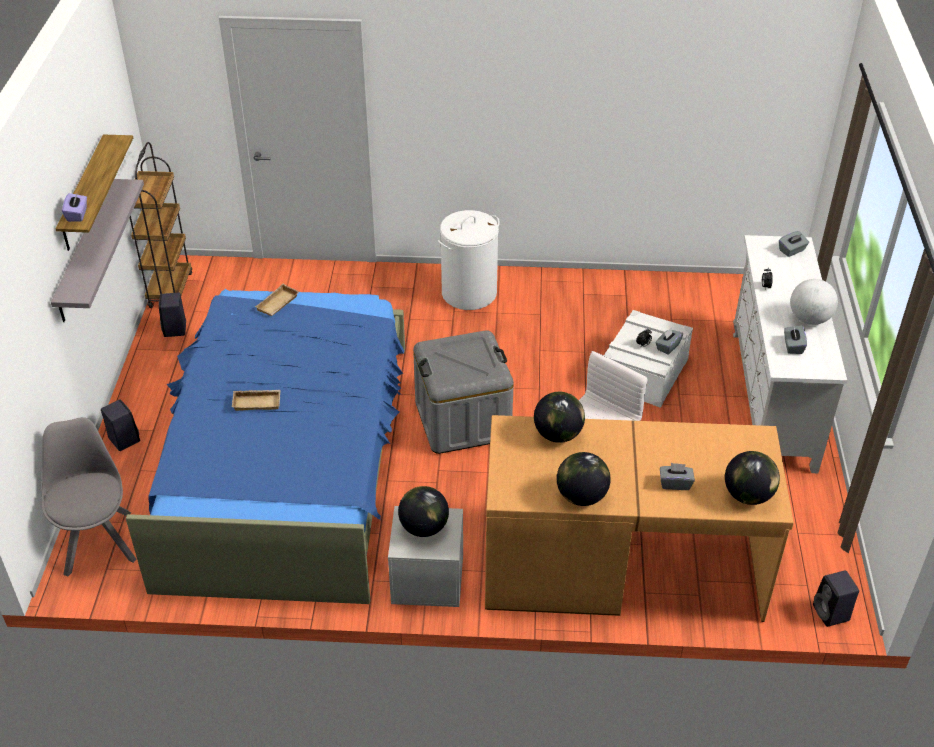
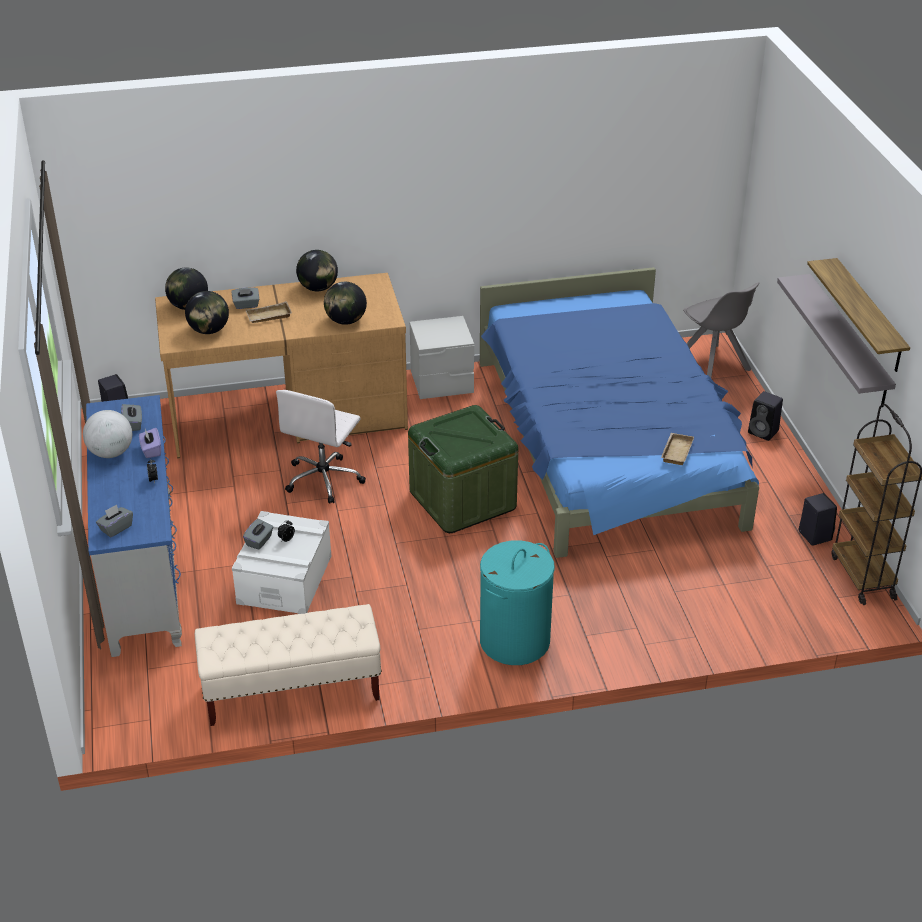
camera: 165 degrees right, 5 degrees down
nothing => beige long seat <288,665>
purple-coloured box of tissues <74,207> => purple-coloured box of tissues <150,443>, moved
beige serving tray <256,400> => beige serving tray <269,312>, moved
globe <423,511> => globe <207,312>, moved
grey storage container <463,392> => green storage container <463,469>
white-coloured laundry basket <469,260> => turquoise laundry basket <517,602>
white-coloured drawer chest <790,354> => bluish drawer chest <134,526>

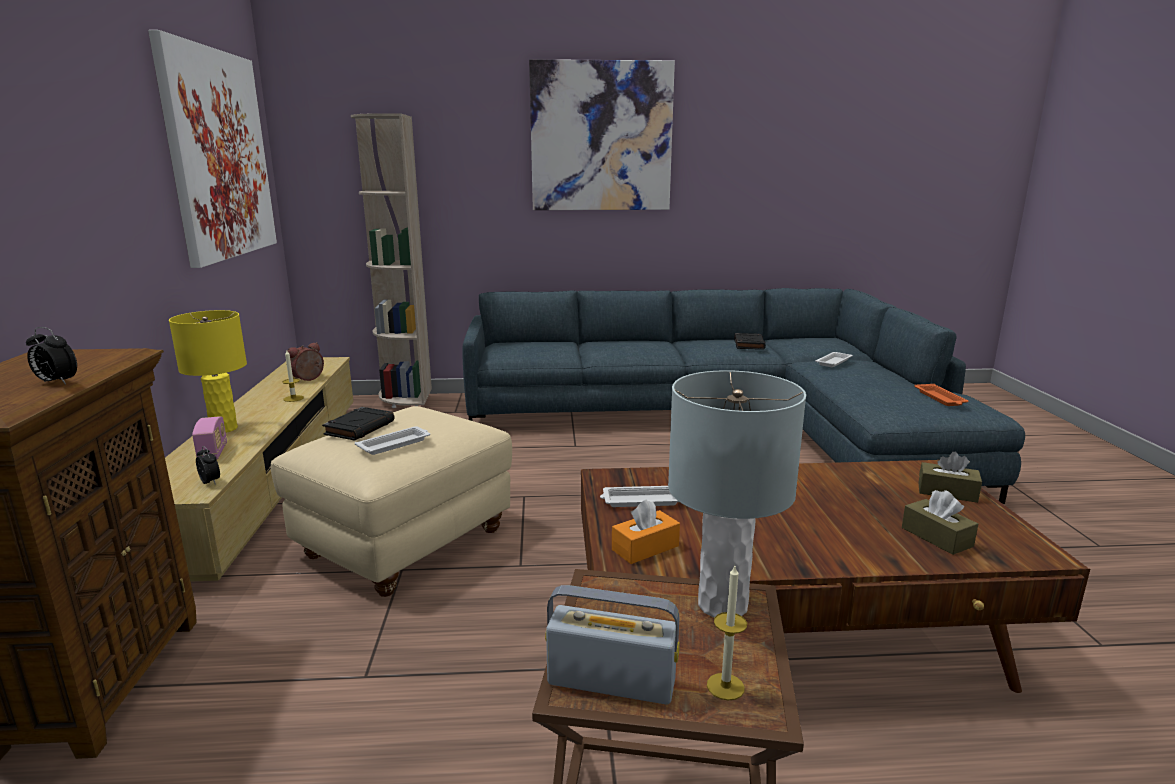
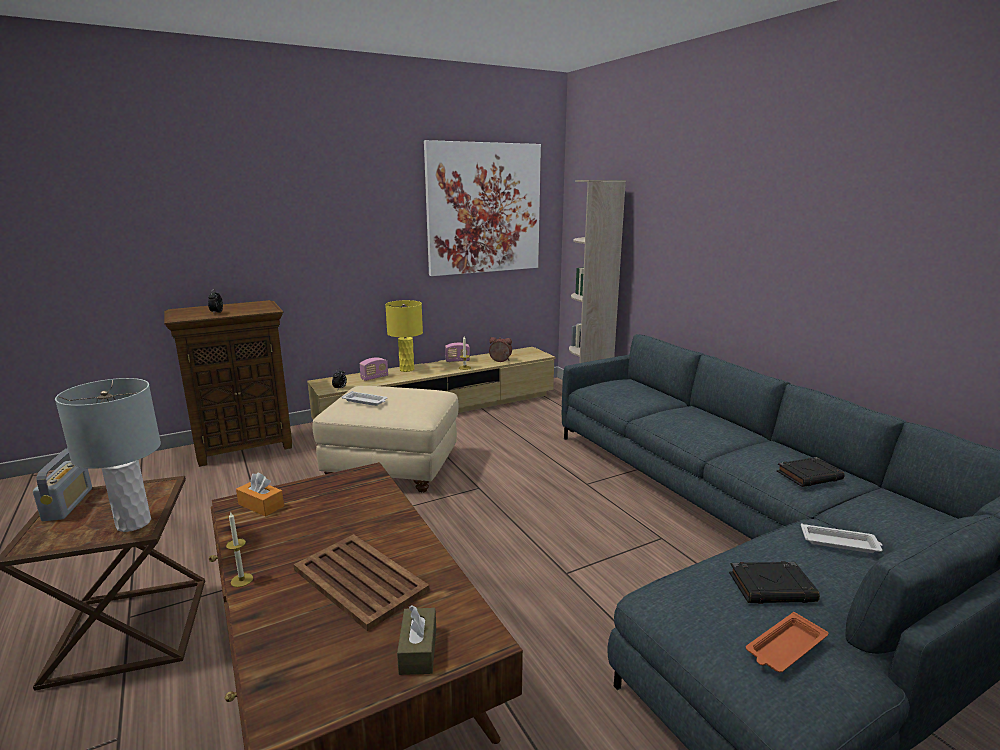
camera: 65 degrees right, 0 degrees up
wall picture <602,134> => nothing
white-coloured serving tray <639,496> => nothing
brown box of tissues <940,522> => nothing
nothing => brown serving tray <361,582>
nothing => radio <457,352>
black-coloured bound book <358,424> => black-coloured bound book <774,582>, moved
wax candle <727,633> => wax candle <239,549>, moved

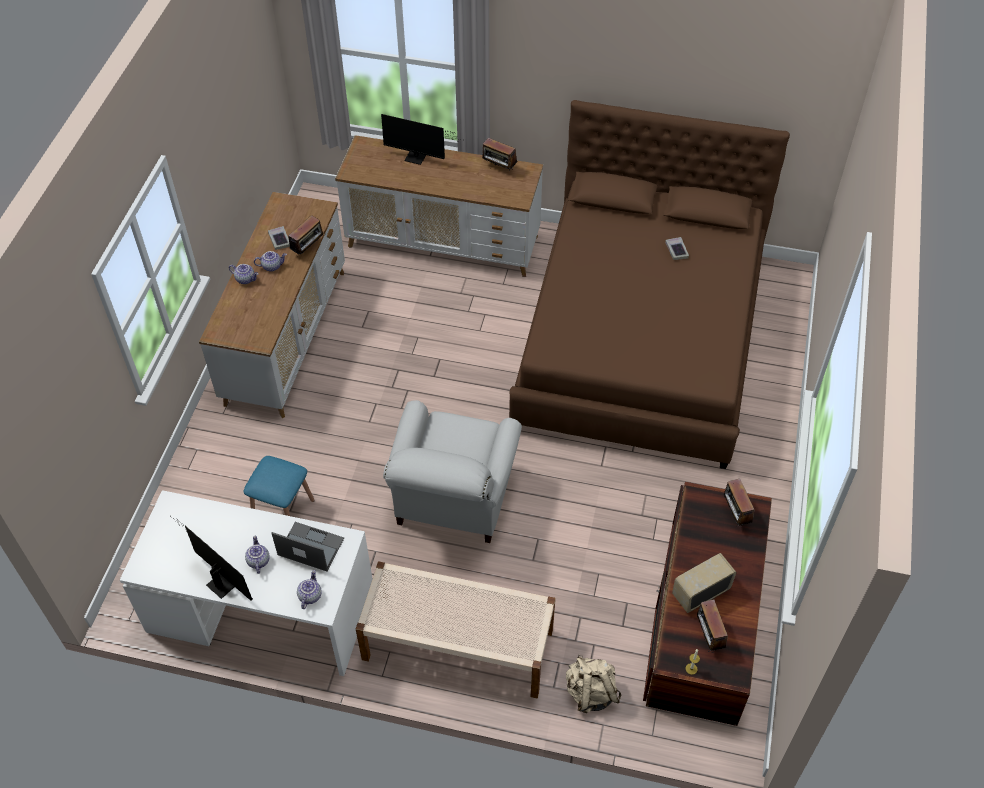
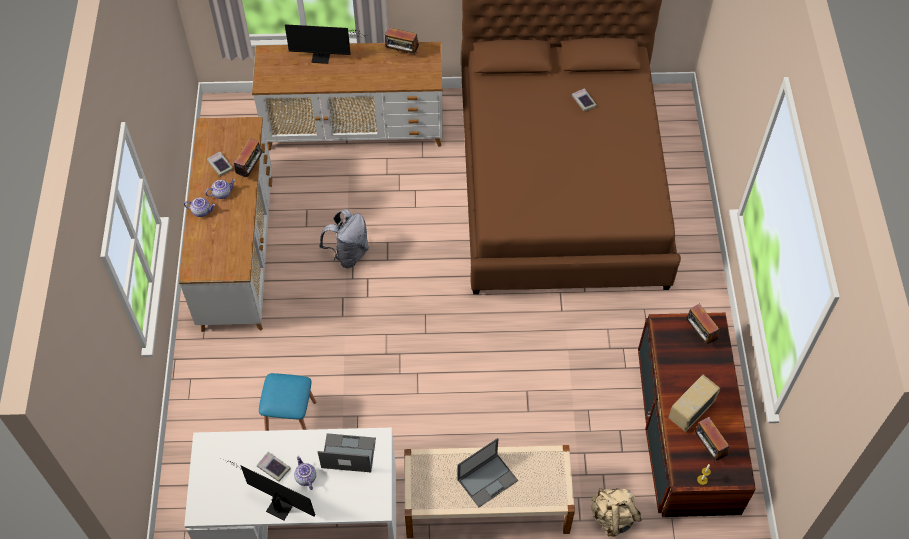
camera: 15 degrees left, 5 degrees up
tea pot <309,589> => nothing
white-coloured armchair <452,471> => nothing
nothing => bound book <273,467>
nothing => grey rucksack <344,238>
nothing => notebook computer <487,472>

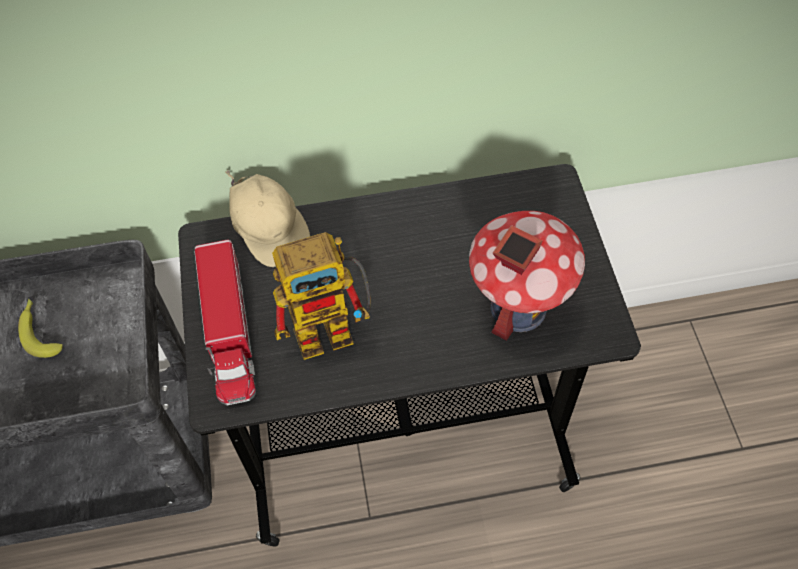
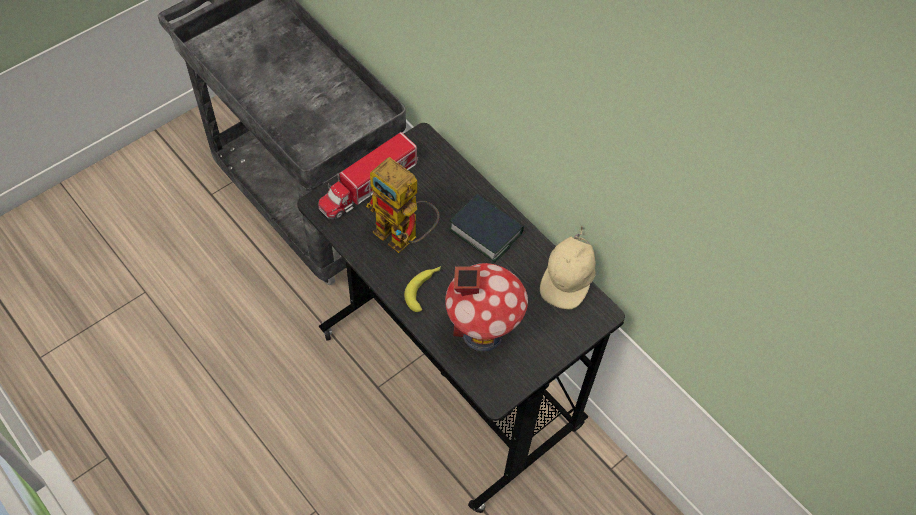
camera: 55 degrees right, 0 degrees up
nothing => bound book <486,228>
banana <40,328> => banana <422,289>, moved
beige peaked cap <267,218> => beige peaked cap <568,267>, moved

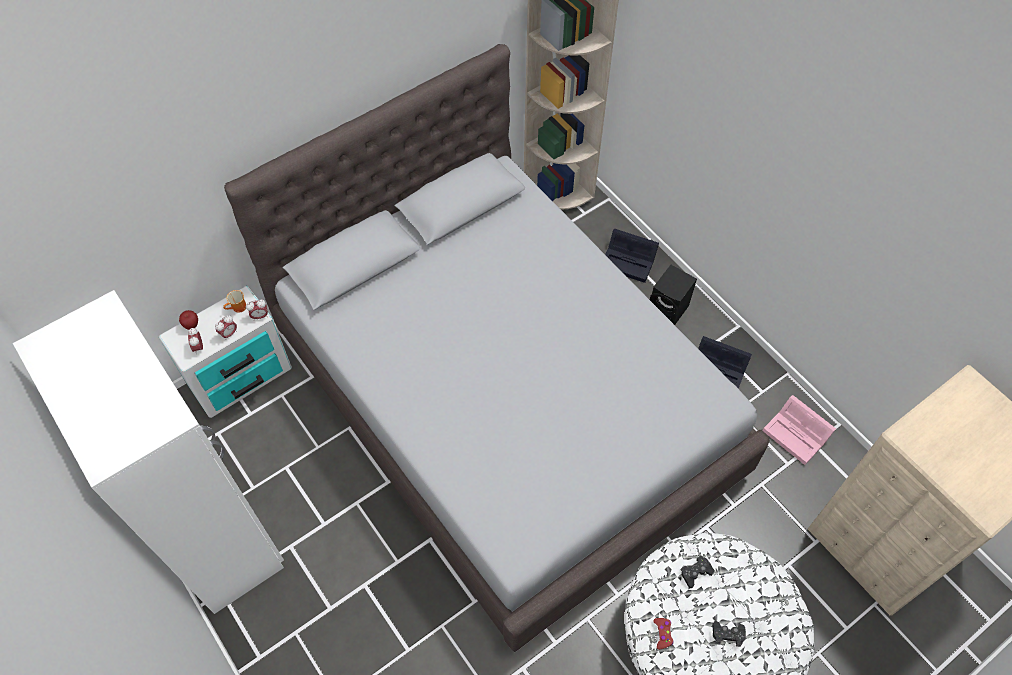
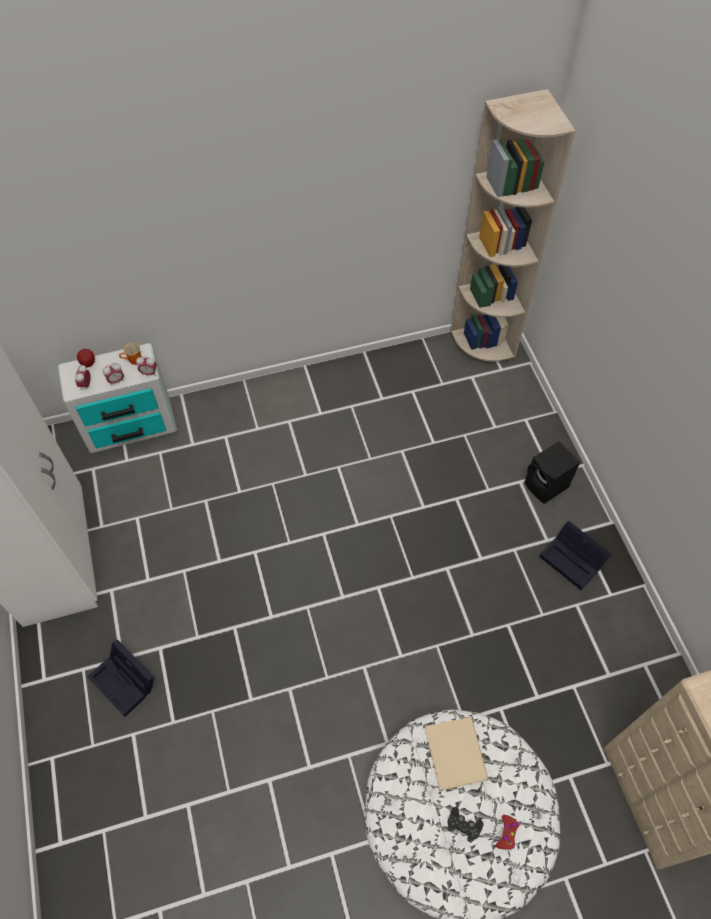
camera: 20 degrees right, 0 degrees up
grey bedroom bed <497,348> => nothing
pink storage container <799,430> => nothing
black-coloured storage container <632,256> => black-coloured storage container <120,678>, moved
red-coloured gamepad <663,634> => red-coloured gamepad <507,832>, moved
black-coloured gamepad <697,572> => beige bound book <456,754>

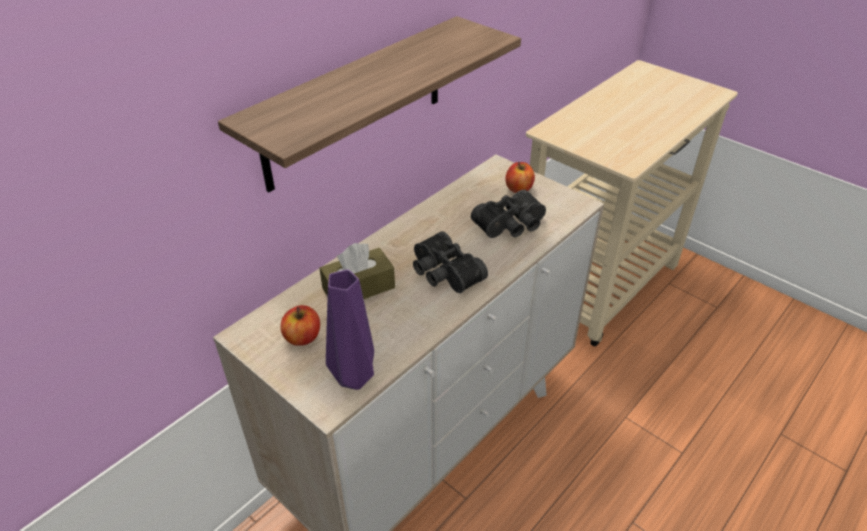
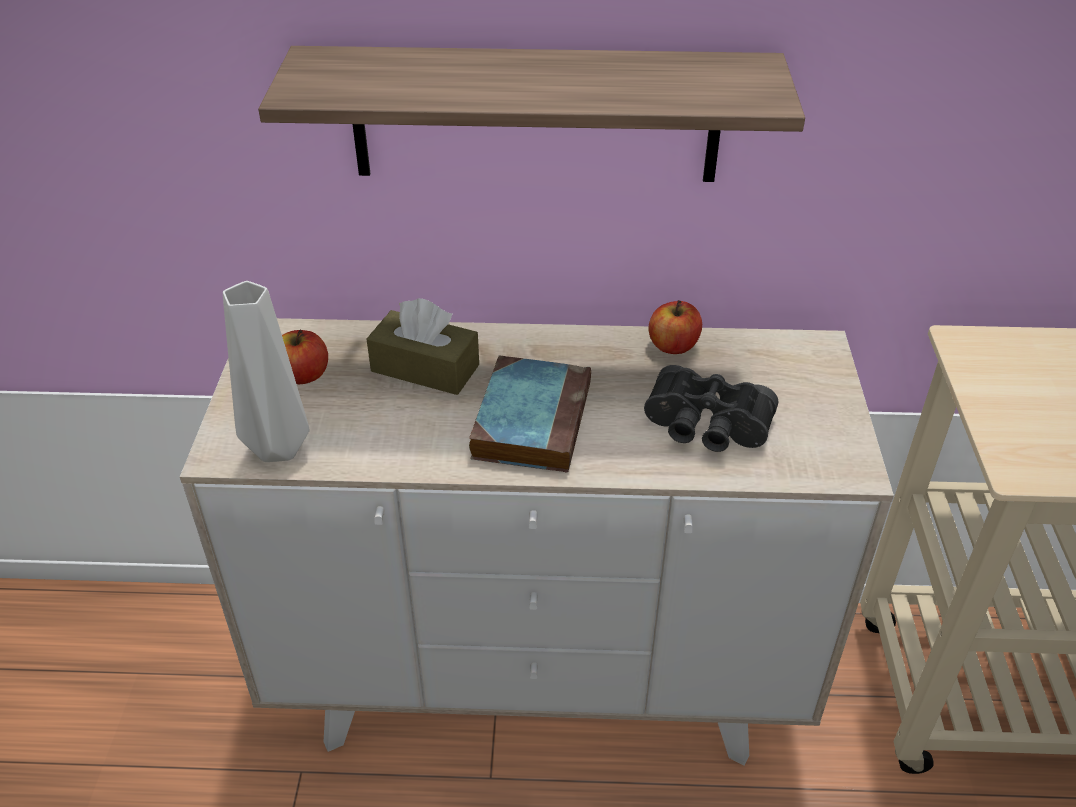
camera: 50 degrees right, 0 degrees up
apple <520,177> => apple <675,327>, moved
black-coloured field glasses <450,262> => bound book <530,414>
purple-coloured flower vase <350,329> => grey flower vase <266,371>

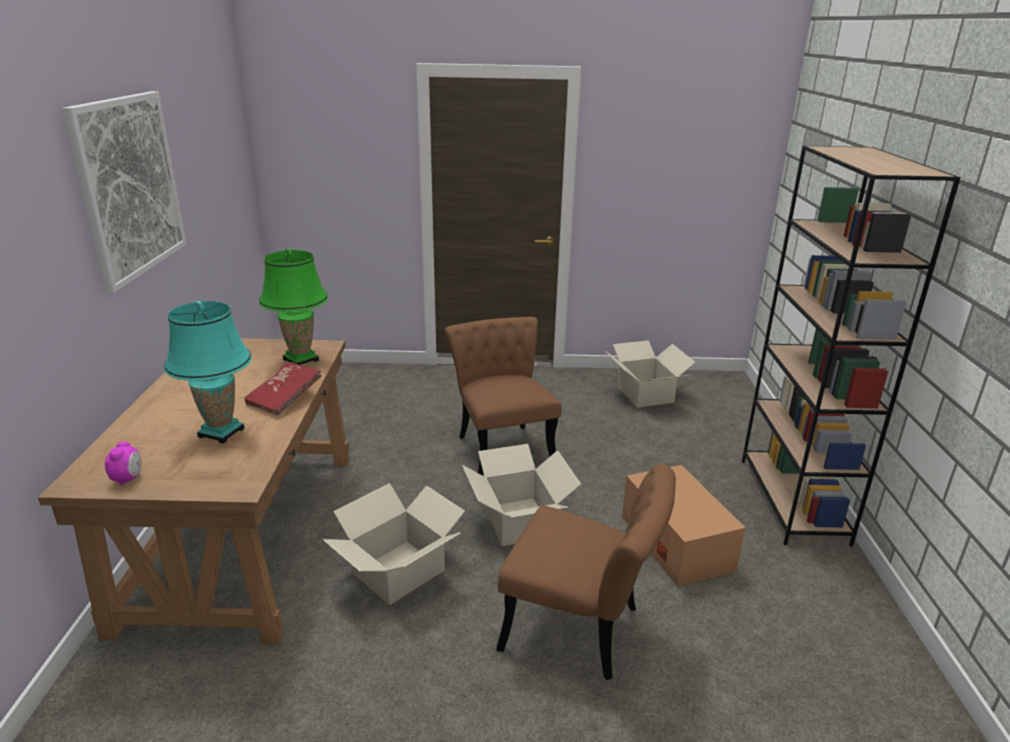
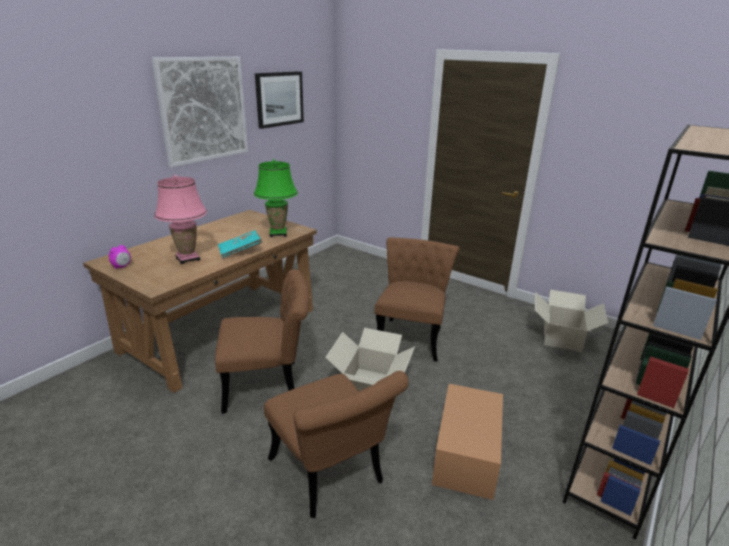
camera: 35 degrees right, 0 degrees up
nothing => wall picture <279,100>
carton <394,544> => brown plain chair <262,341>
turquoise tabletop lamp <208,372> => pink tabletop lamp <180,219>
red-coloured bound book <282,388> => turquoise bound book <240,244>

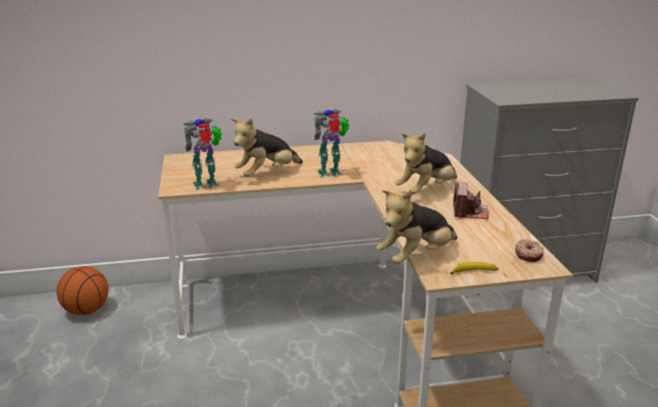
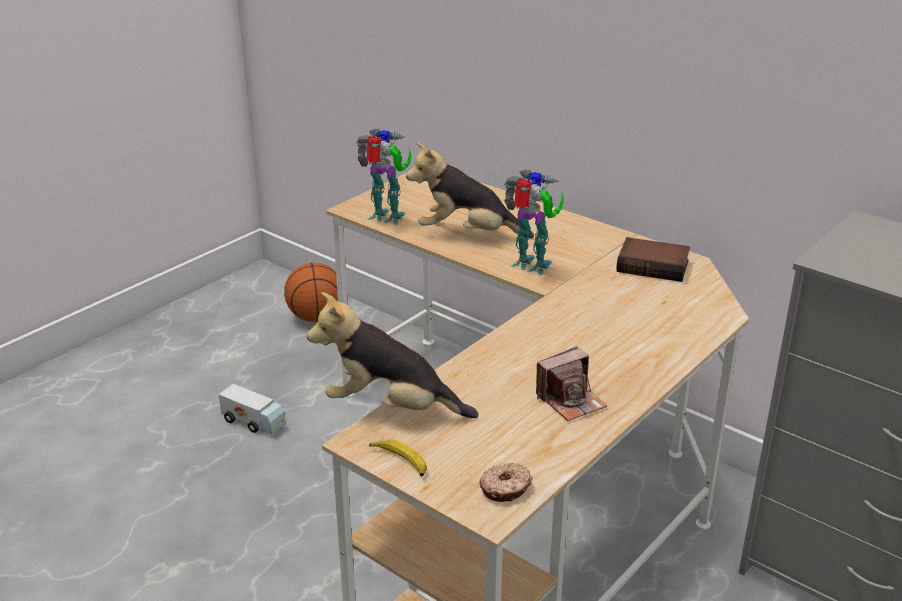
camera: 50 degrees right, 5 degrees up
cuddly toy <426,163> => nothing
nothing => model truck <252,409>
nothing => bound book <653,259>

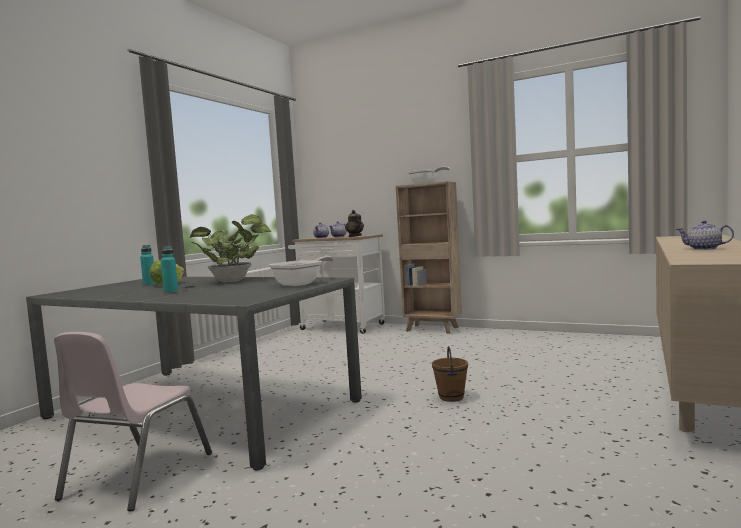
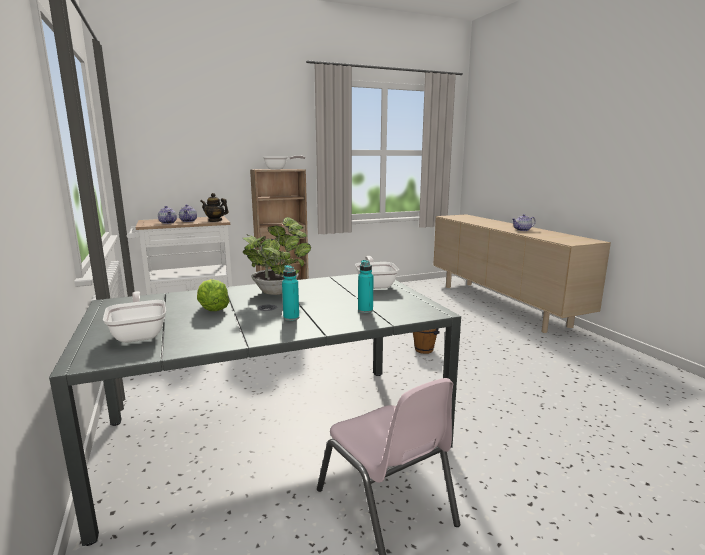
camera: 50 degrees left, 10 degrees up
nothing => skillet <134,317>
turquoise beverage bottle <148,265> => turquoise beverage bottle <366,286>, moved

